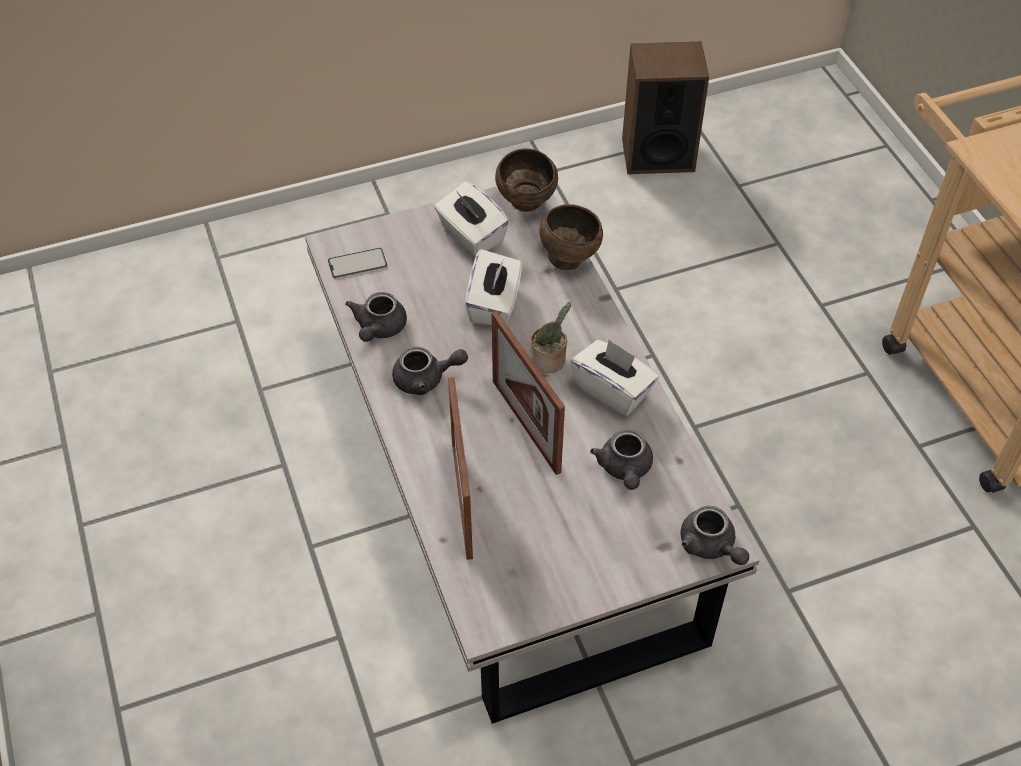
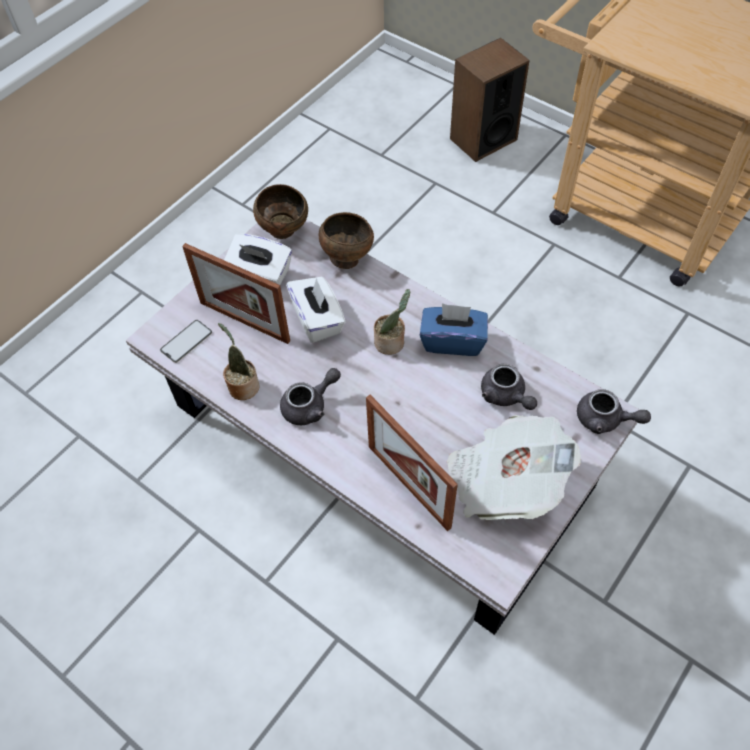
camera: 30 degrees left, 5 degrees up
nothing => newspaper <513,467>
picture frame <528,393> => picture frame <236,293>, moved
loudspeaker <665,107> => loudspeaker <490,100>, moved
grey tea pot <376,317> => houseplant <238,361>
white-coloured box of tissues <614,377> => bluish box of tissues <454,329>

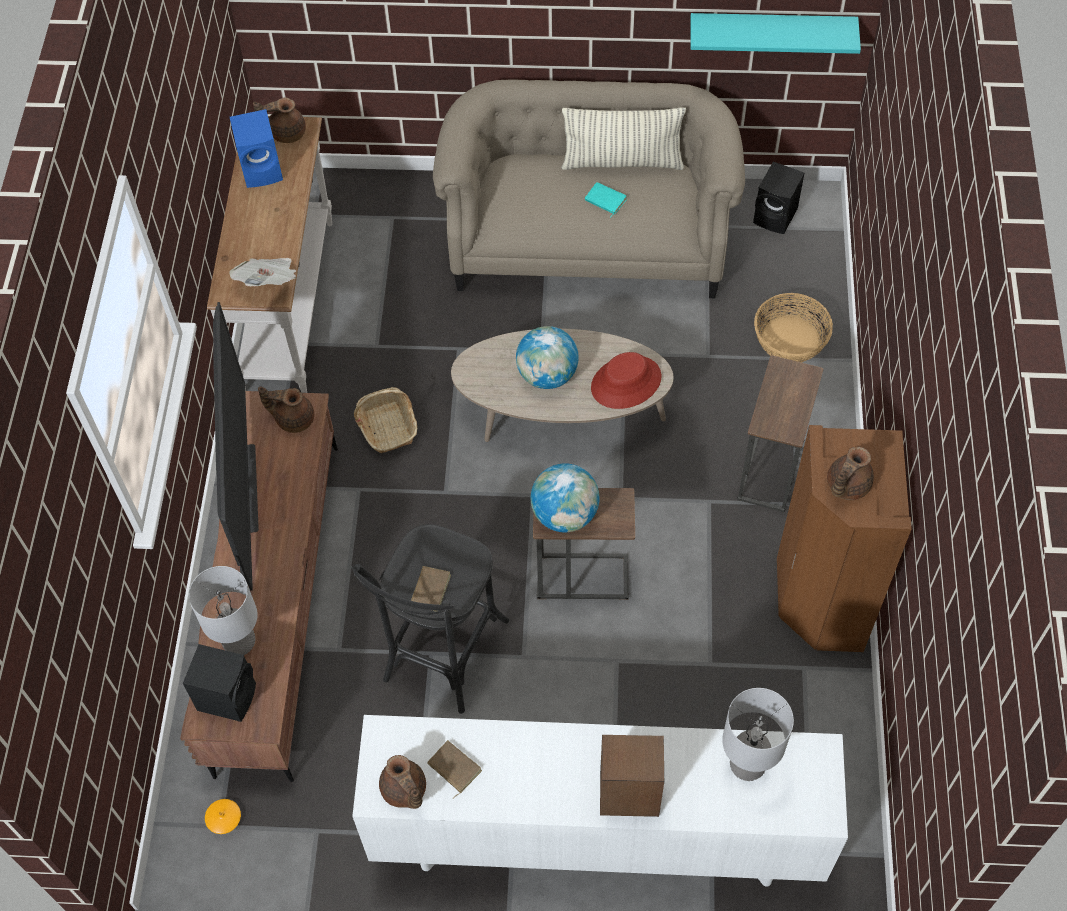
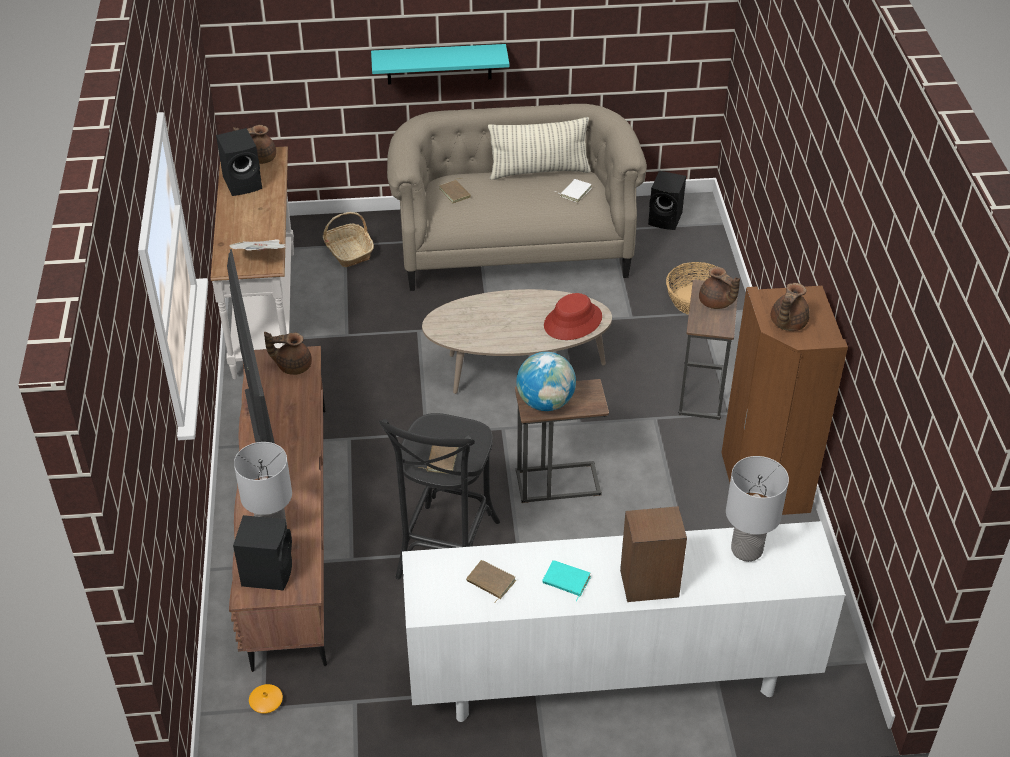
camera: 10 degrees left, 15 degrees down
globe <547,357> => nothing
nothing => brown bound book <455,190>
nothing => white-coloured bound book <574,191>
storage basket <385,420> => storage basket <348,239>, moved
brown tea pot <402,782> => brown tea pot <719,288>, moved
turquoise bound book <606,200> => turquoise bound book <566,580>, moved
turquoise wall shelf <775,33> => turquoise wall shelf <440,64>, moved
bluish loudspeaker <256,148> => black-coloured loudspeaker <239,162>

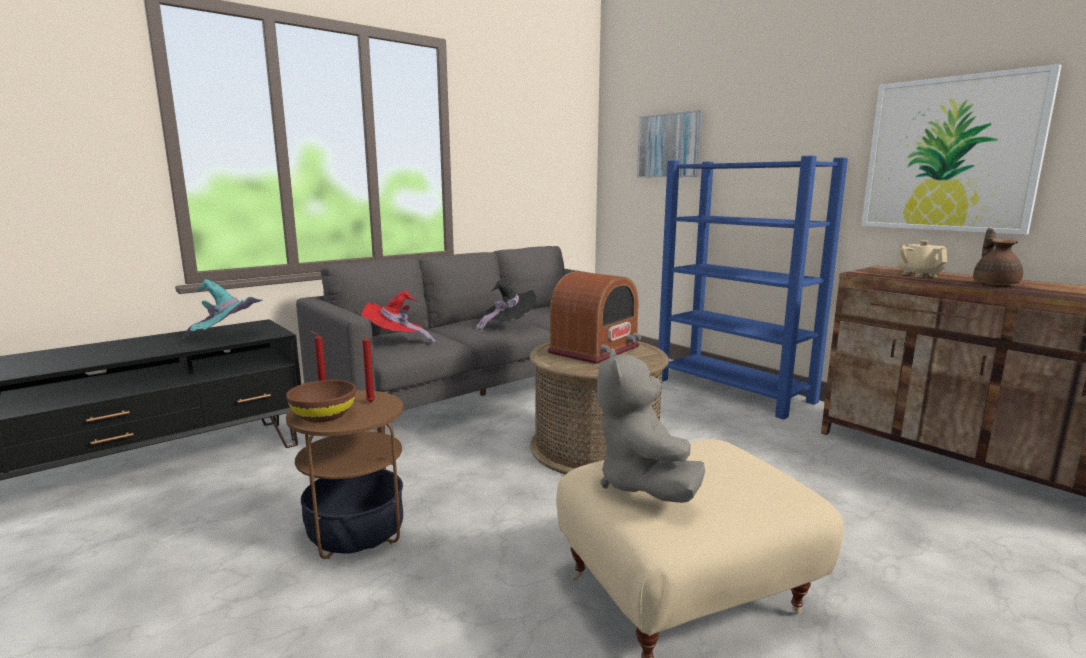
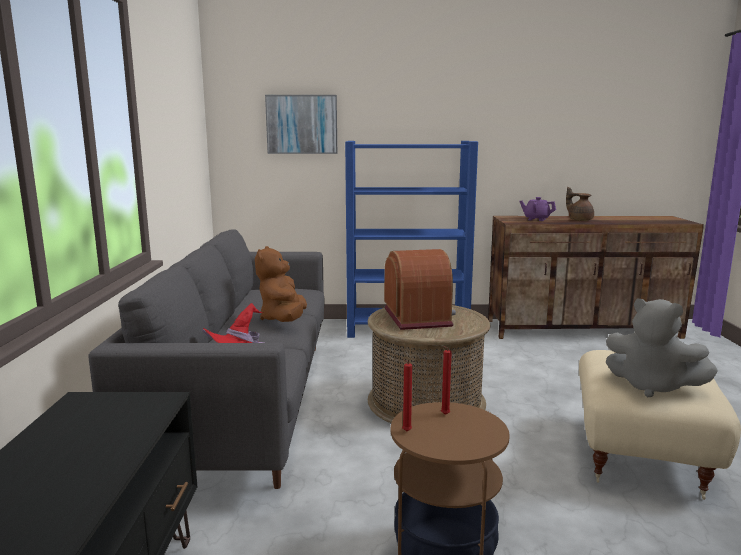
camera: 50 degrees left, 0 degrees up
turquoise wearable hat <222,309> => nothing
brown deep dish <321,401> => nothing
wall picture <961,149> => nothing
black-coloured wearable hat <506,306> => brown cuddly toy <281,284>
beige tea pot <922,258> => purple-coloured tea pot <537,209>

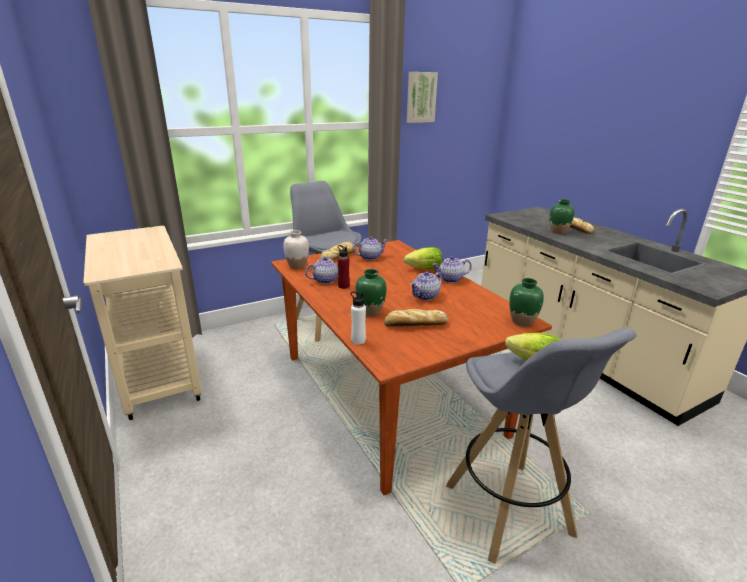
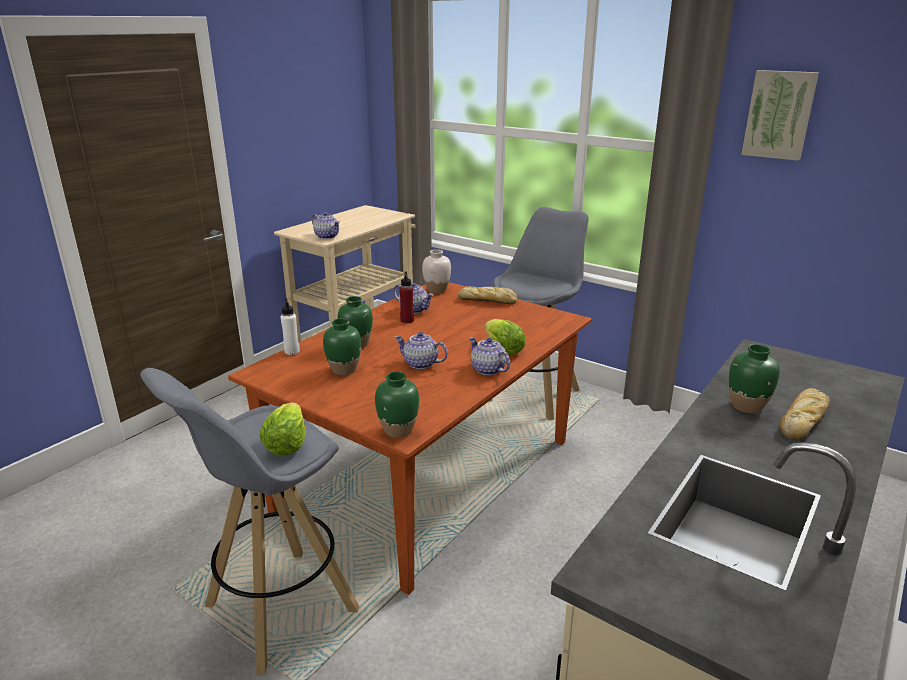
camera: 65 degrees right, 0 degrees up
tea pot <370,248> => tea pot <326,225>, moved
baked bread <416,317> => green flower vase <342,346>

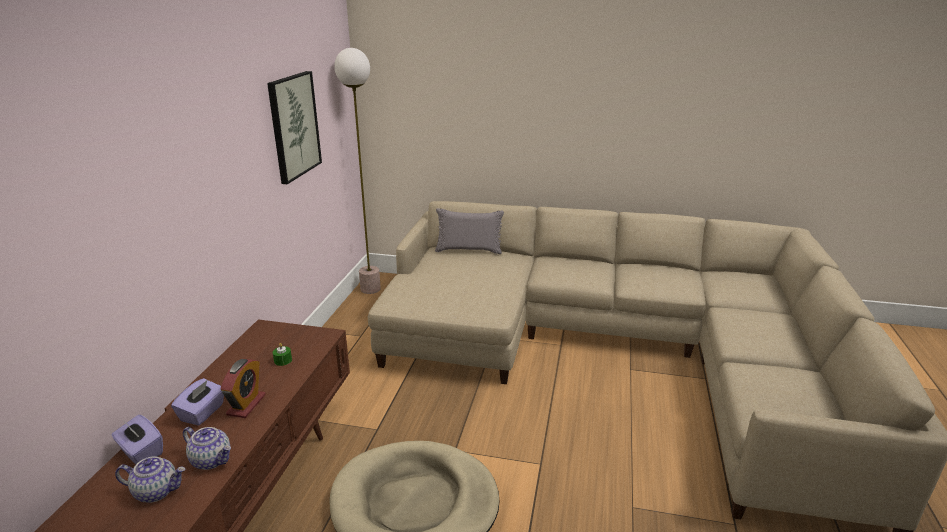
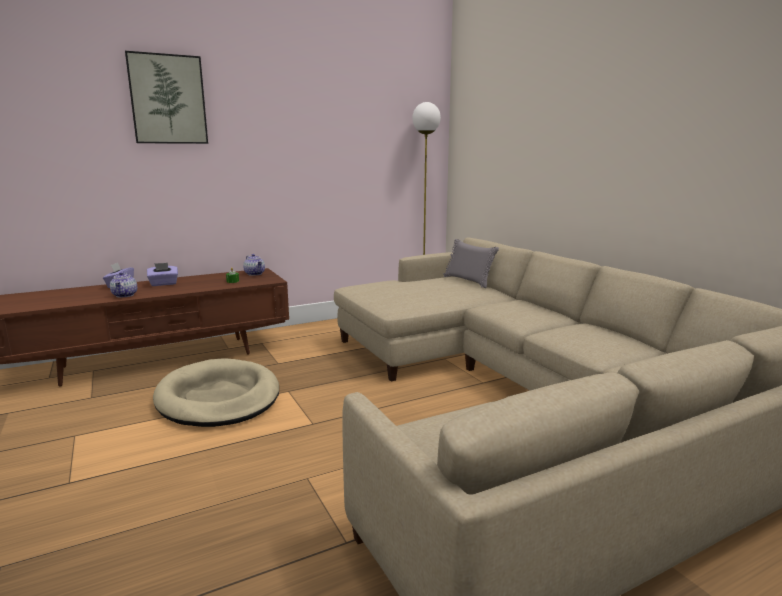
camera: 50 degrees right, 10 degrees down
table clock <243,388> => nothing
tea pot <150,479> => tea pot <254,265>, moved
wall picture <294,127> => wall picture <166,97>, moved

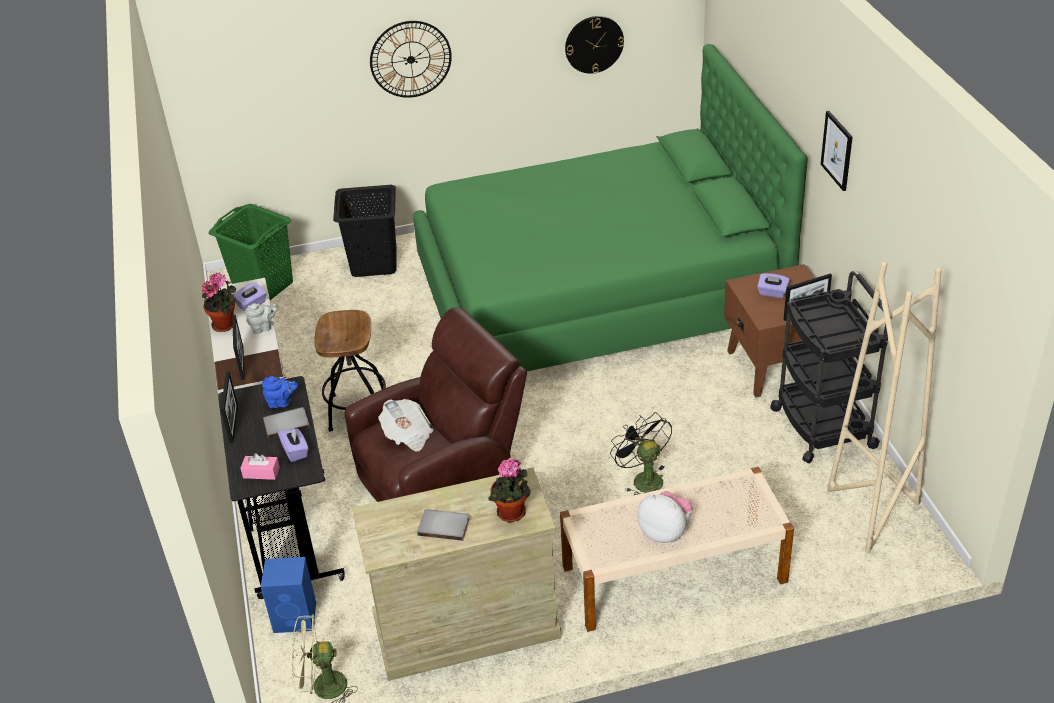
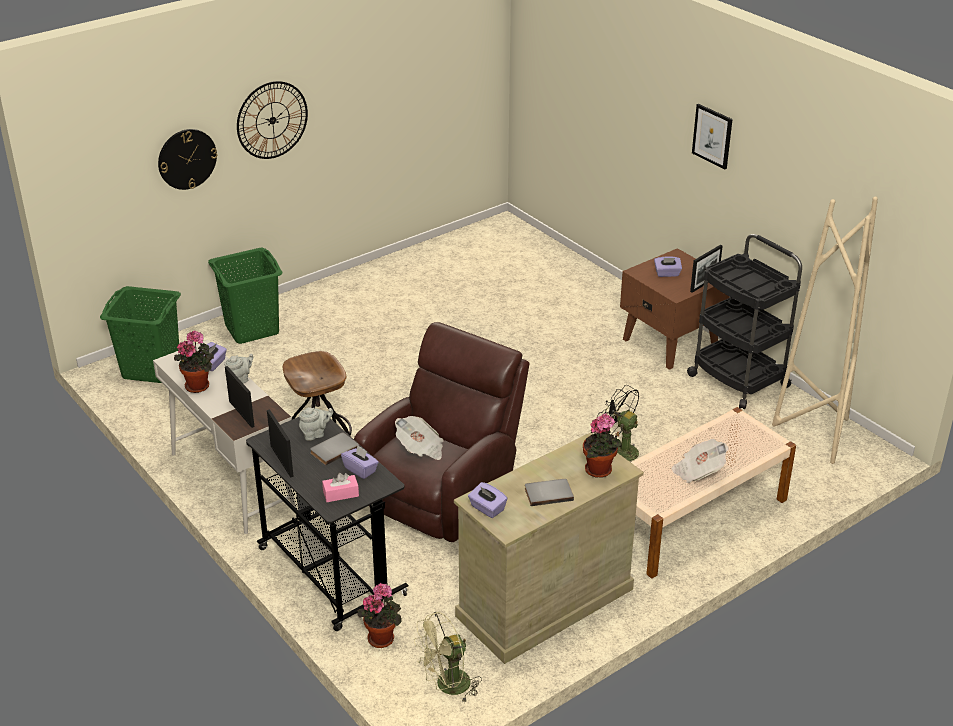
camera: 25 degrees left, 5 degrees down
green bedroom bed <610,207> => nothing
nothing => purple-coloured box of tissues <488,500>
clock on the wall <594,45> => clock on the wall <187,159>, moved
bluish loudspeaker <288,595> => houseplant <379,615>
cuddly toy <665,517> => newspaper <700,461>
bluish tea pot <280,392> => grey tea pot <316,424>
black-coloured laundry basket <365,231> => green laundry basket <245,295>

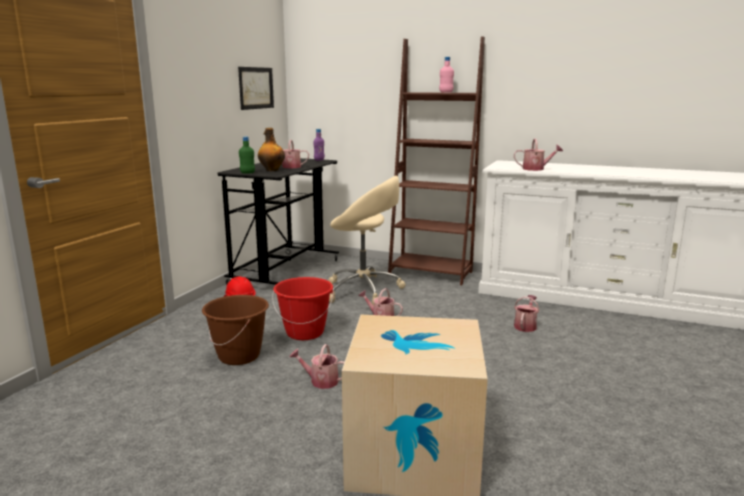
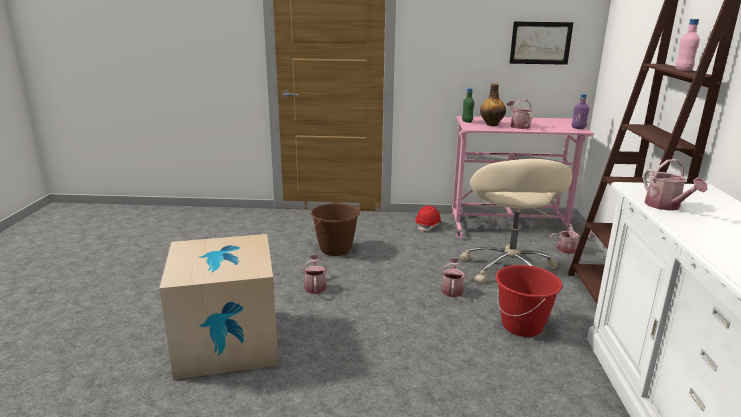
camera: 70 degrees right, 5 degrees up
red-coloured bucket <303,308> => red-coloured bucket <528,301>, moved
watering pot <526,313> => watering pot <573,239>, moved
black-coloured desk table <278,221> => pink desk table <523,177>

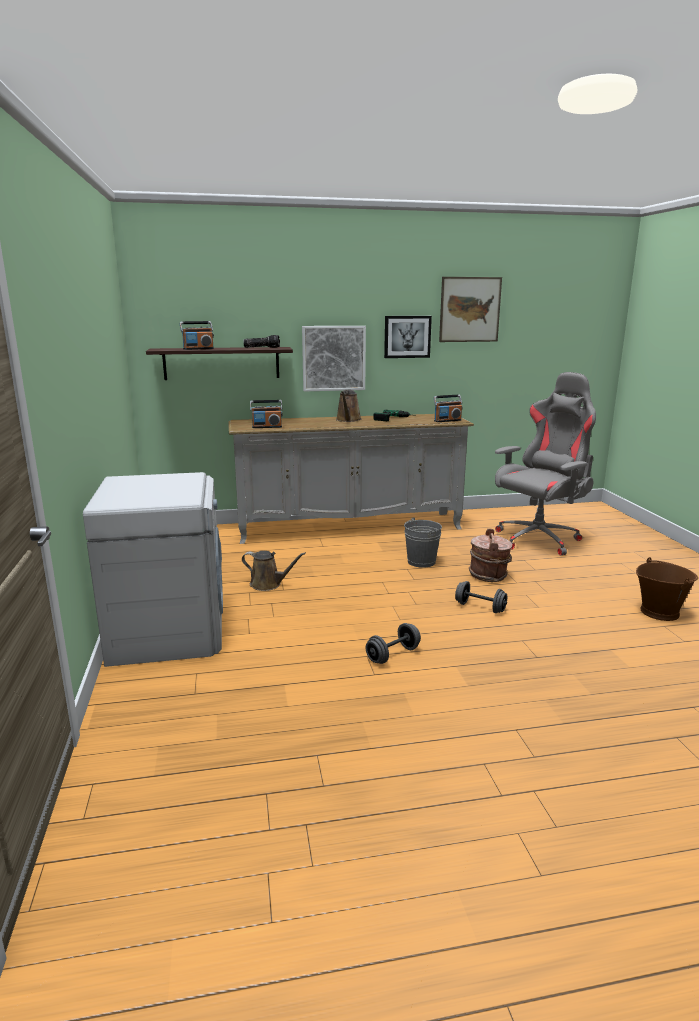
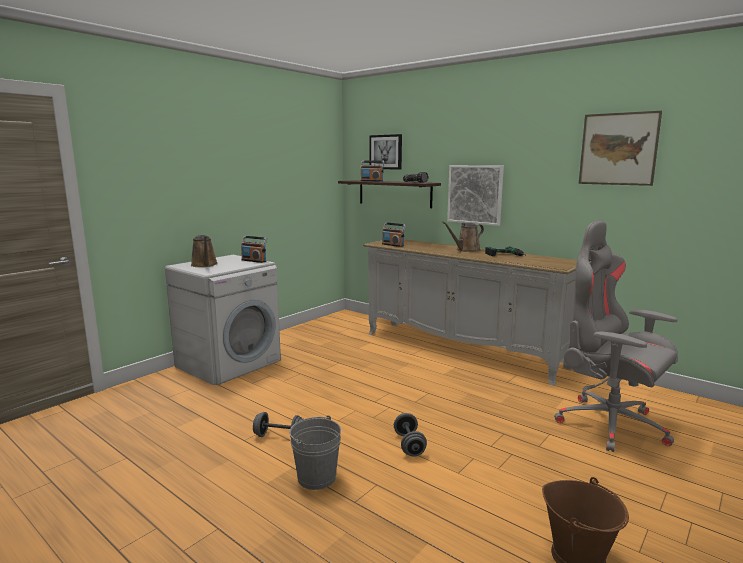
camera: 50 degrees right, 5 degrees down
brown bucket <490,555> => nothing
brown watering pot <274,571> => brown watering pot <204,251>, moved
wall picture <408,337> => wall picture <385,151>, moved
grey bucket <423,542> => grey bucket <315,452>, moved
radio <448,408> => radio <254,249>, moved
grey office chair <545,463> => grey office chair <616,336>, 150 degrees counterclockwise

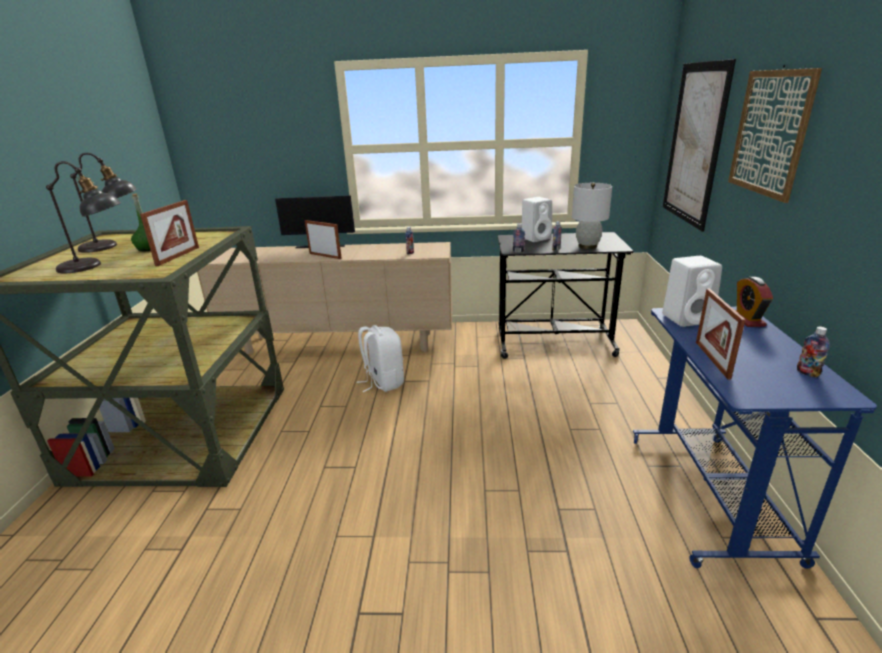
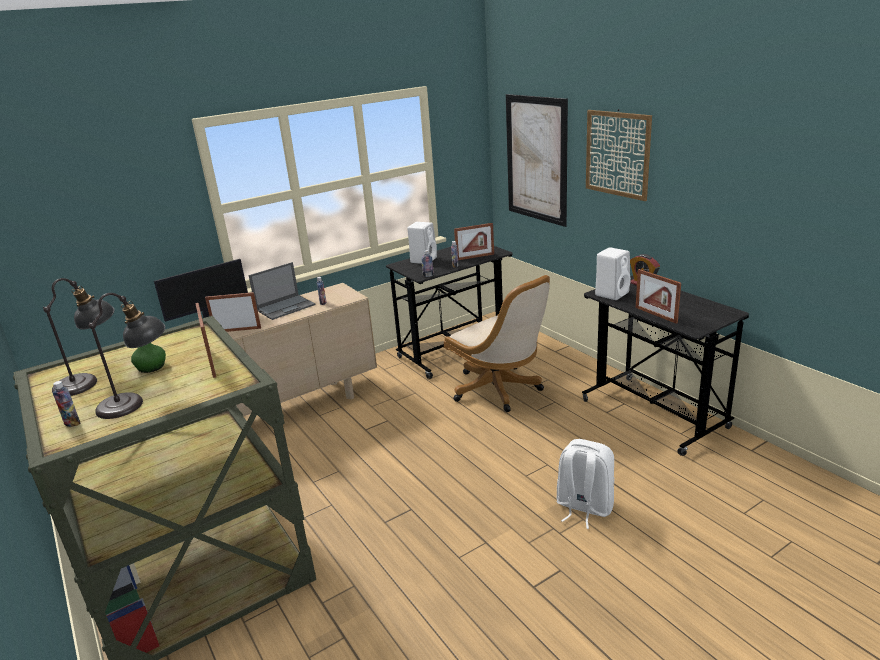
camera: 35 degrees left, 0 degrees up
nothing => notebook computer <282,291>
nothing => office chair <497,343>
white-coloured rucksack <380,358> => white-coloured rucksack <585,484>, moved
beverage bottle <813,352> => beverage bottle <66,404>, moved
white-coloured tabletop lamp <592,216> => picture frame <474,241>
bluish desk table <755,437> => black-coloured desk table <665,366>

